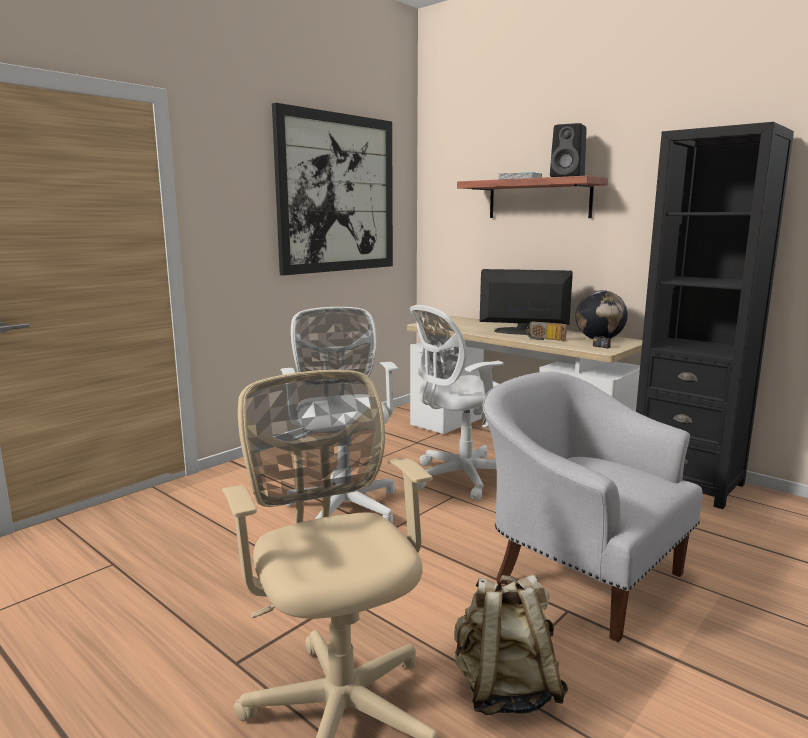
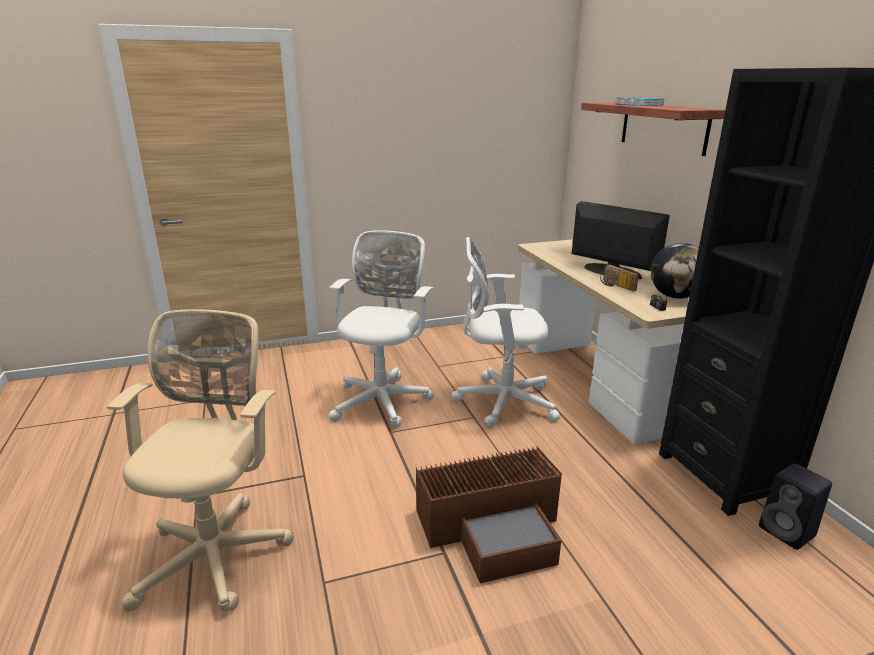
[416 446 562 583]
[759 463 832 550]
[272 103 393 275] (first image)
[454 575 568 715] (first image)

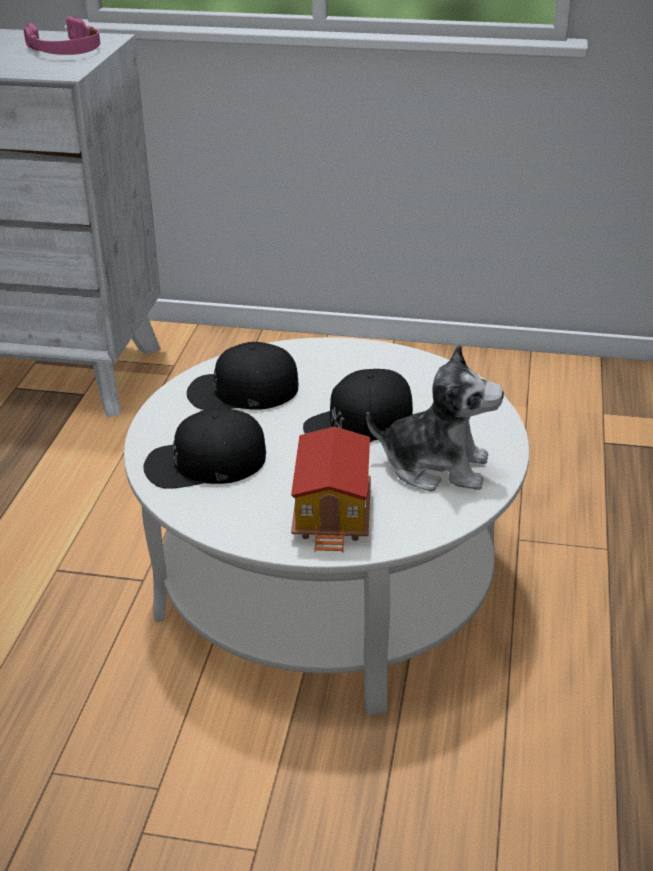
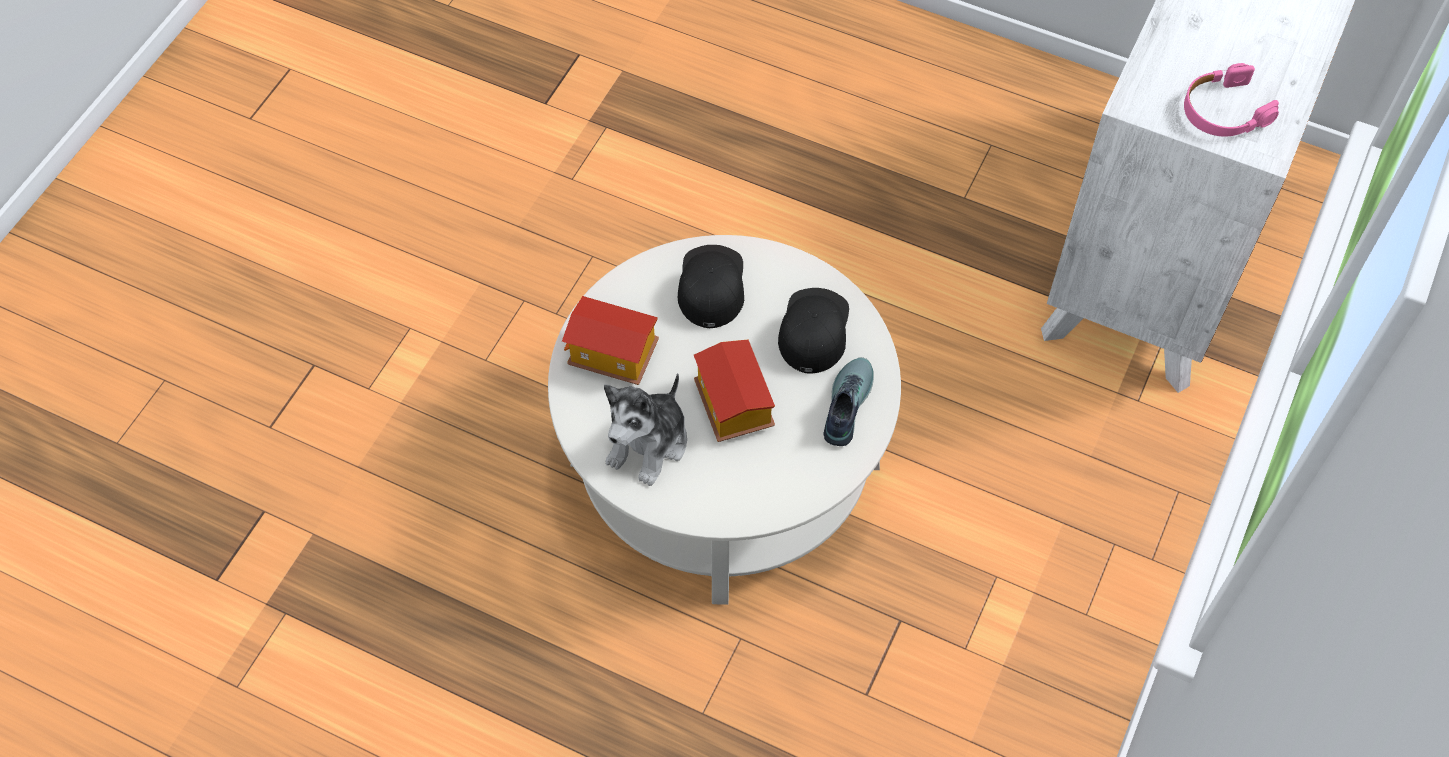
[694 339 775 442]
[823 357 874 446]

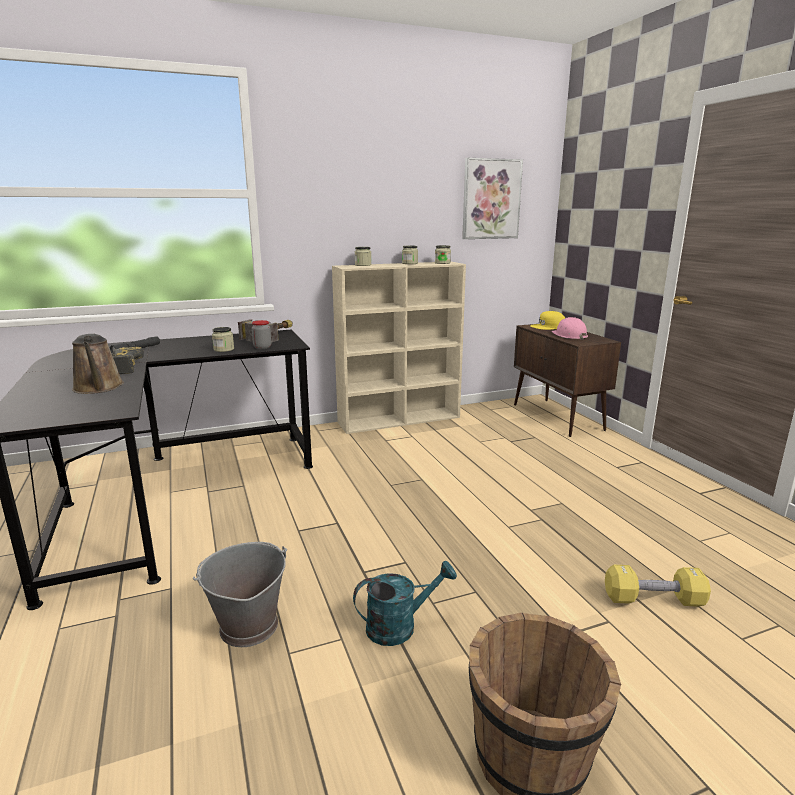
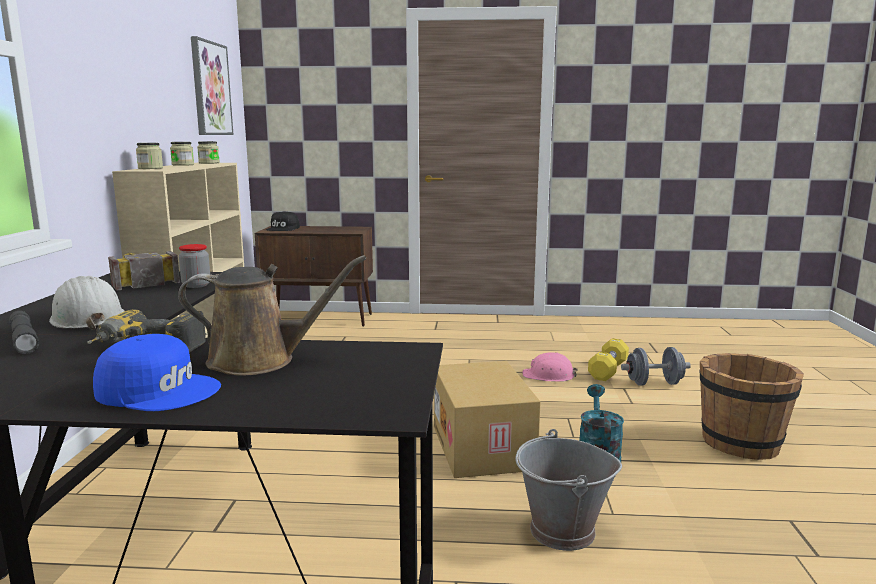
[49 276 125 330]
[93 334 221 411]
[266 211 300 231]
[434 361 540 478]
[523 352 577 382]
[621 347 691 386]
[212 327 234 352] (first image)

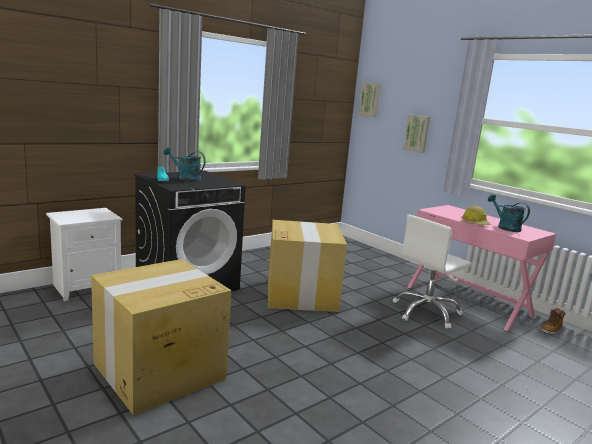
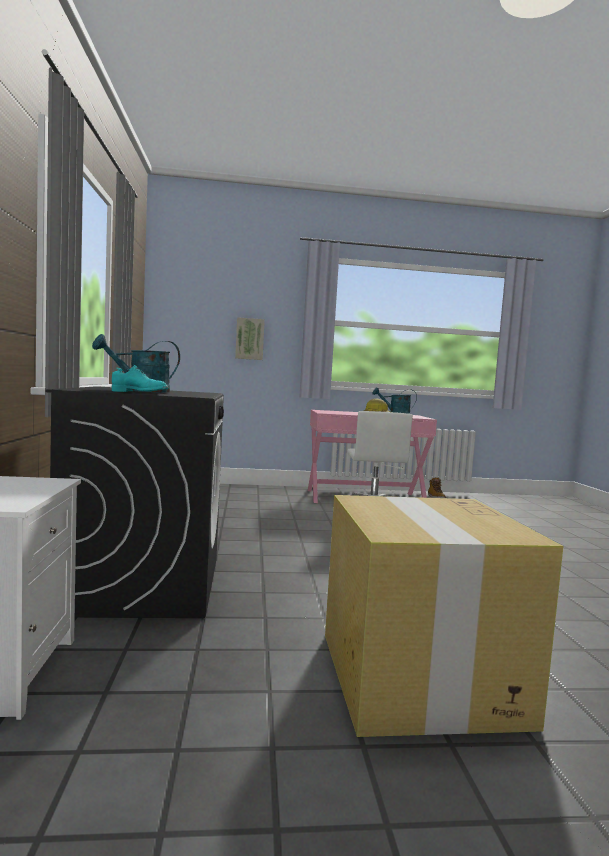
[268 220 347 312] (first image)
[359 82 381 118] (first image)

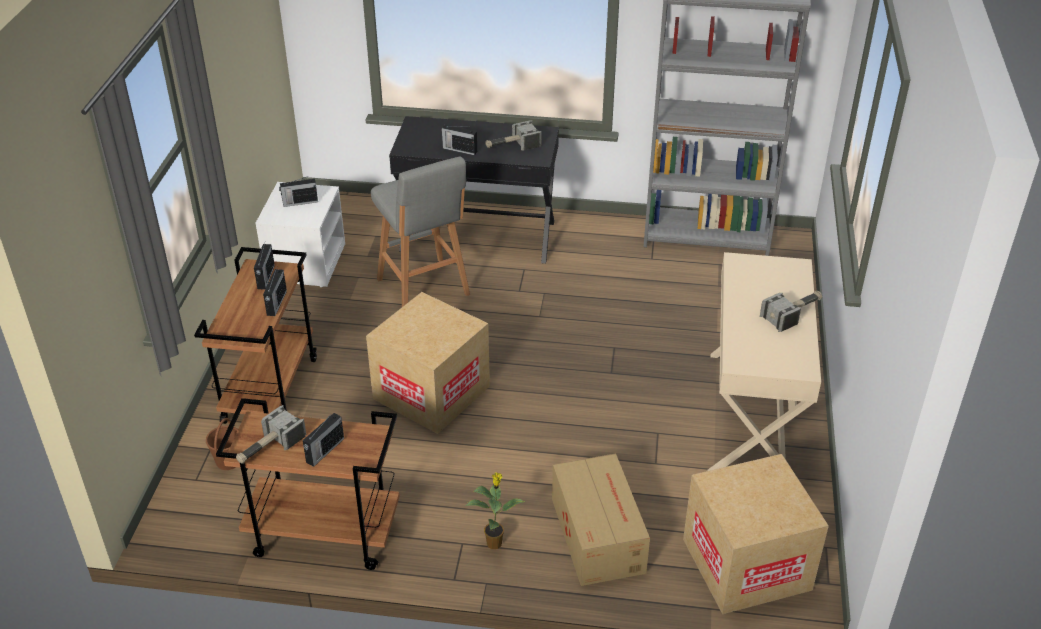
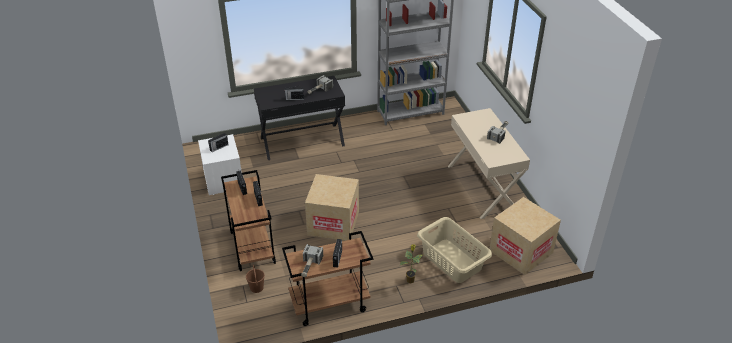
[417 217 492 283]
[371 157 470 307] (first image)

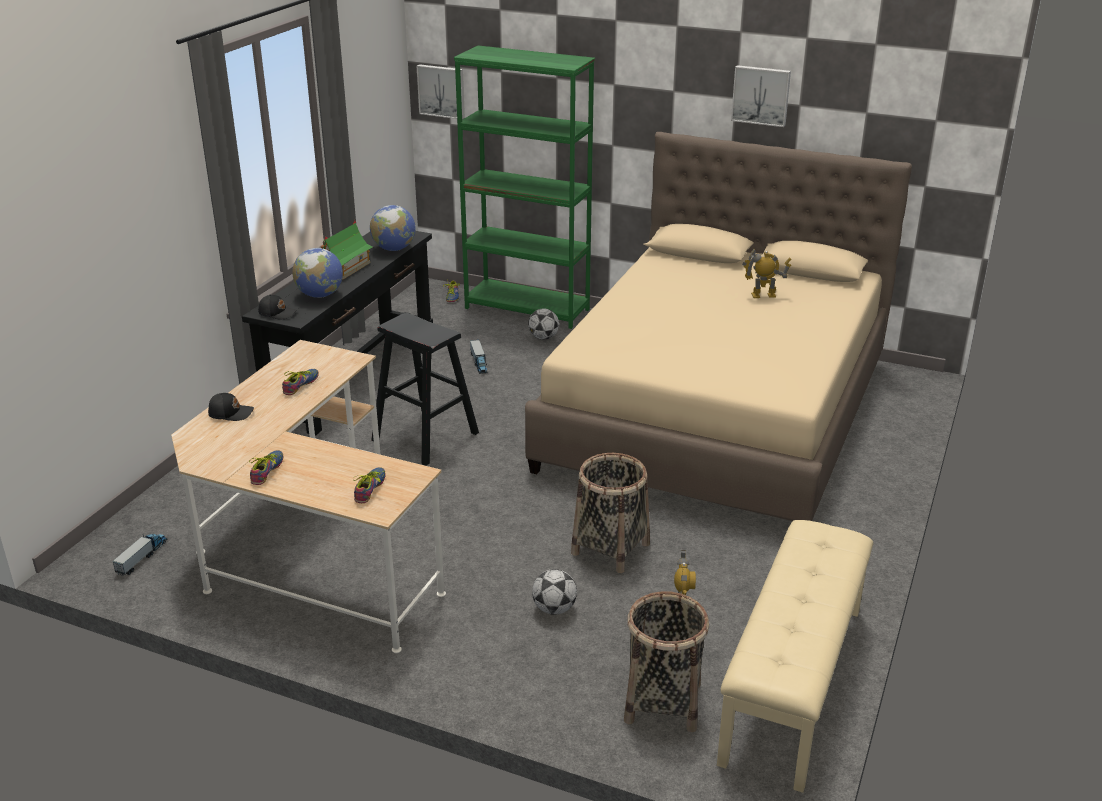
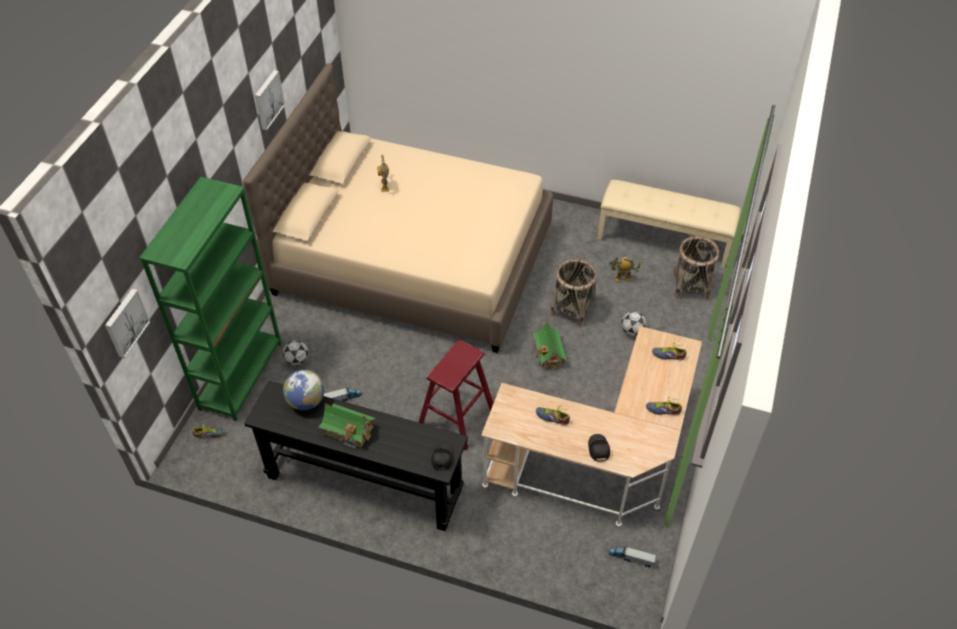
[419 340 494 451]
[533 322 569 370]
[292 248 343 298] (first image)

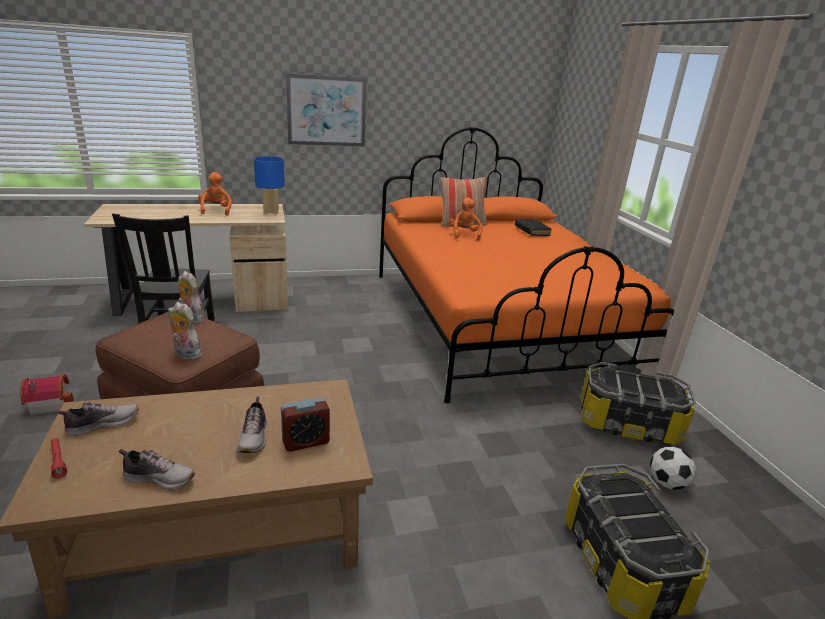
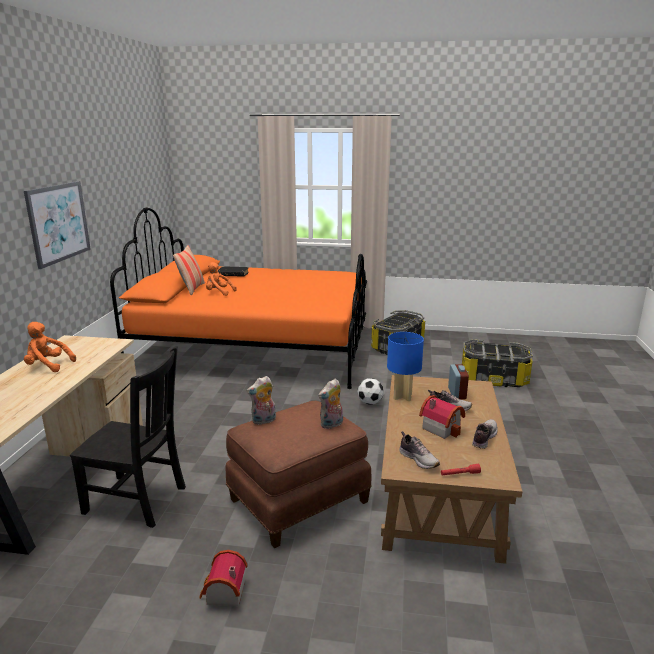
[357 378 384 405]
[387 332 424 401]
[399 431 440 469]
[419 395 465 439]

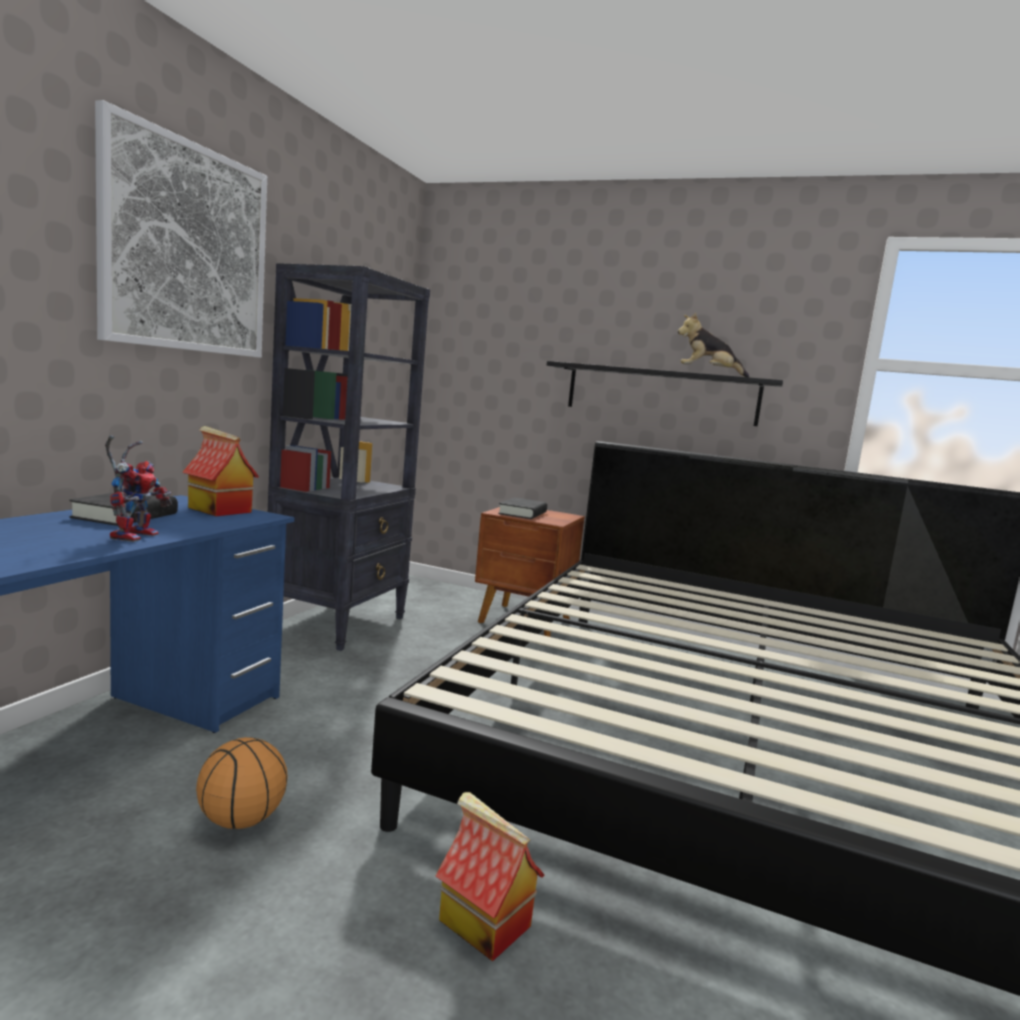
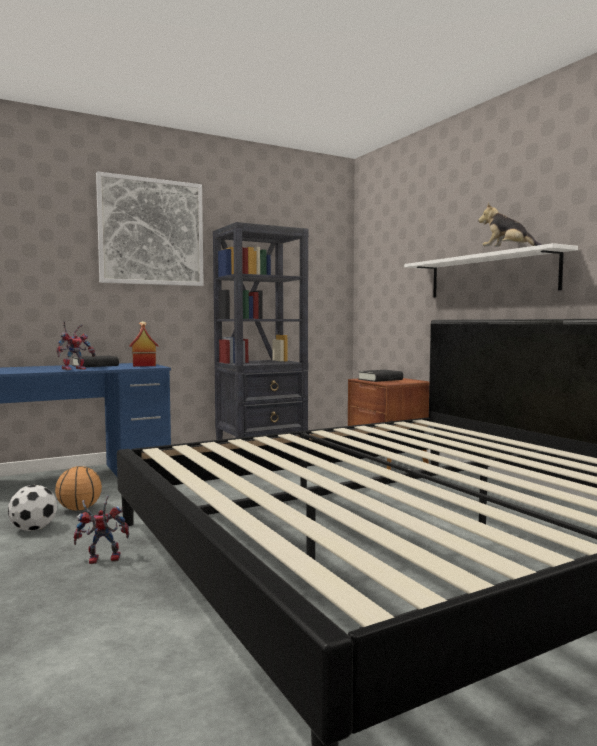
[8 485 57 531]
[73 495 129 564]
[404 243 578 297]

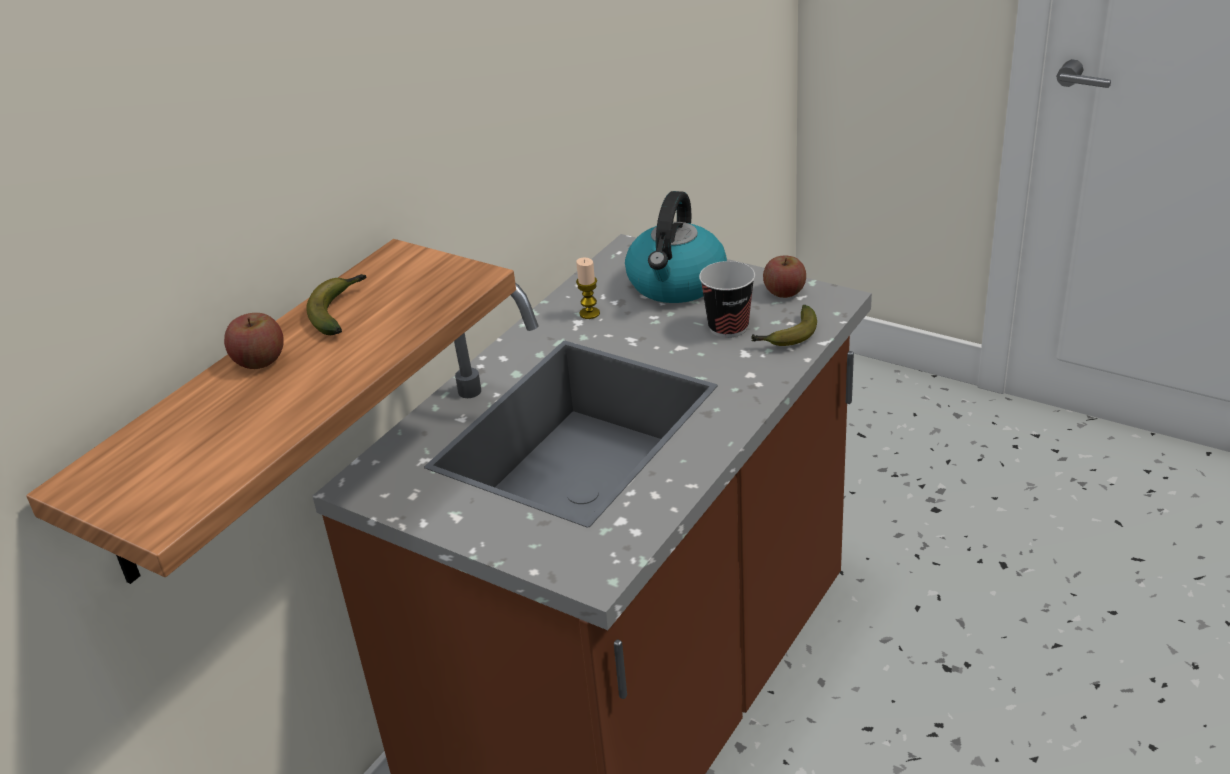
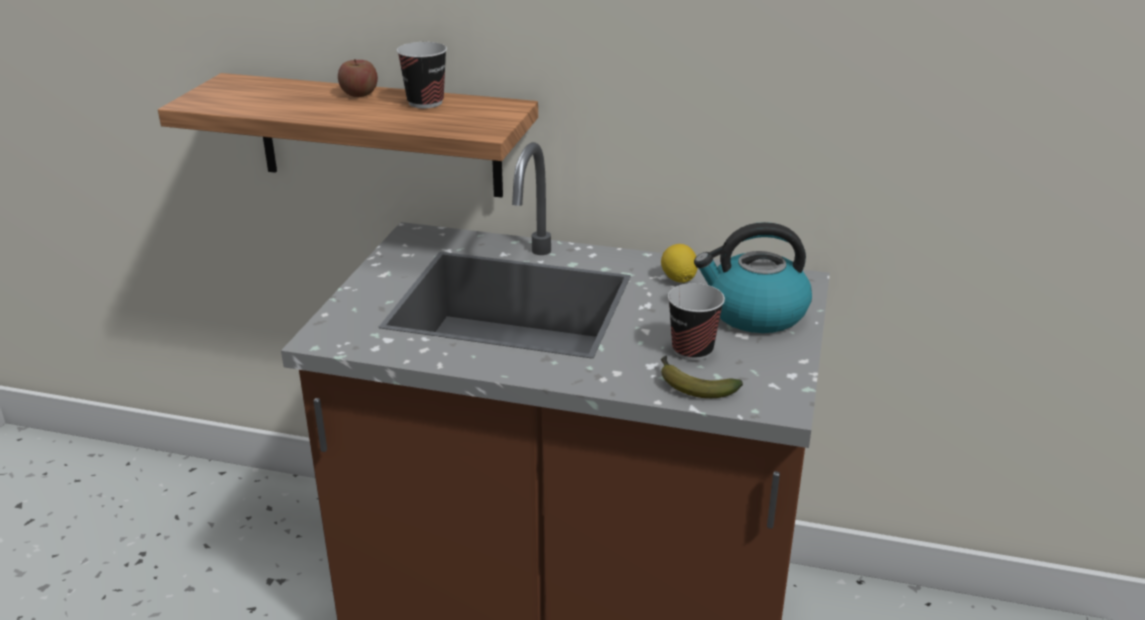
[397 42 447 108]
[661 244 698 283]
[763 256 806 298] (first image)

